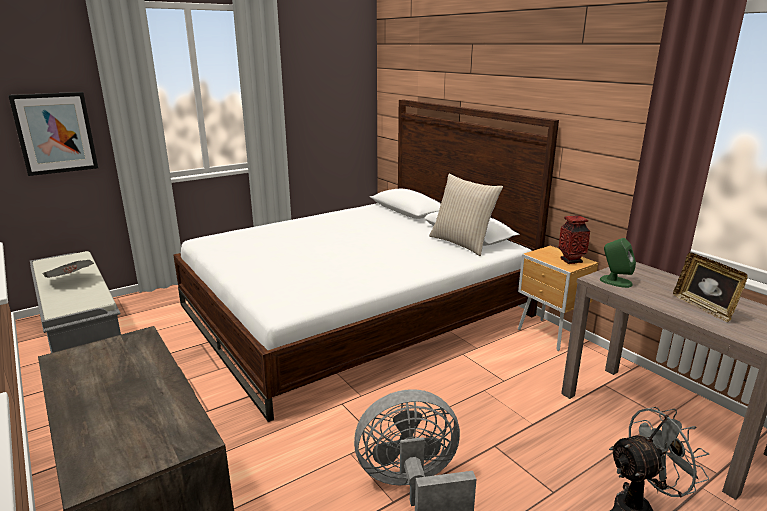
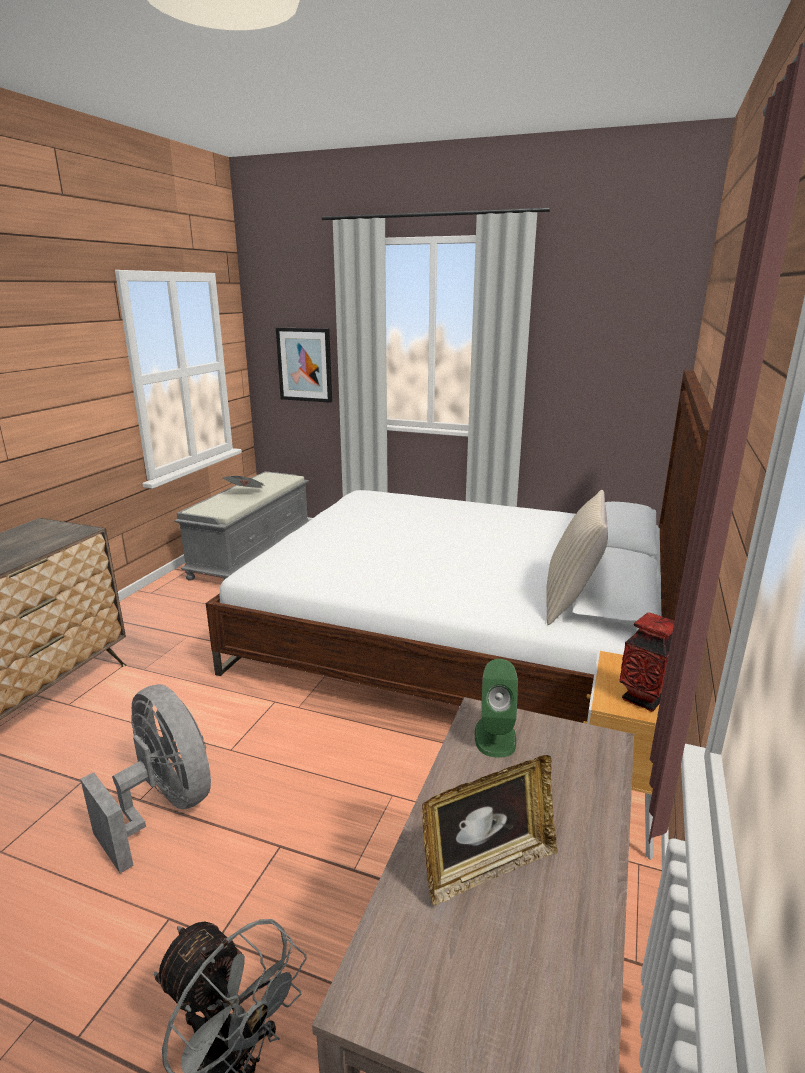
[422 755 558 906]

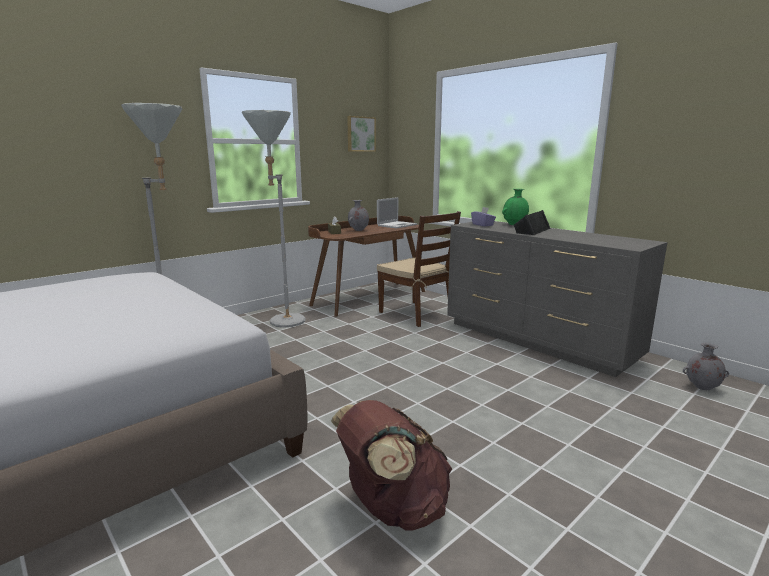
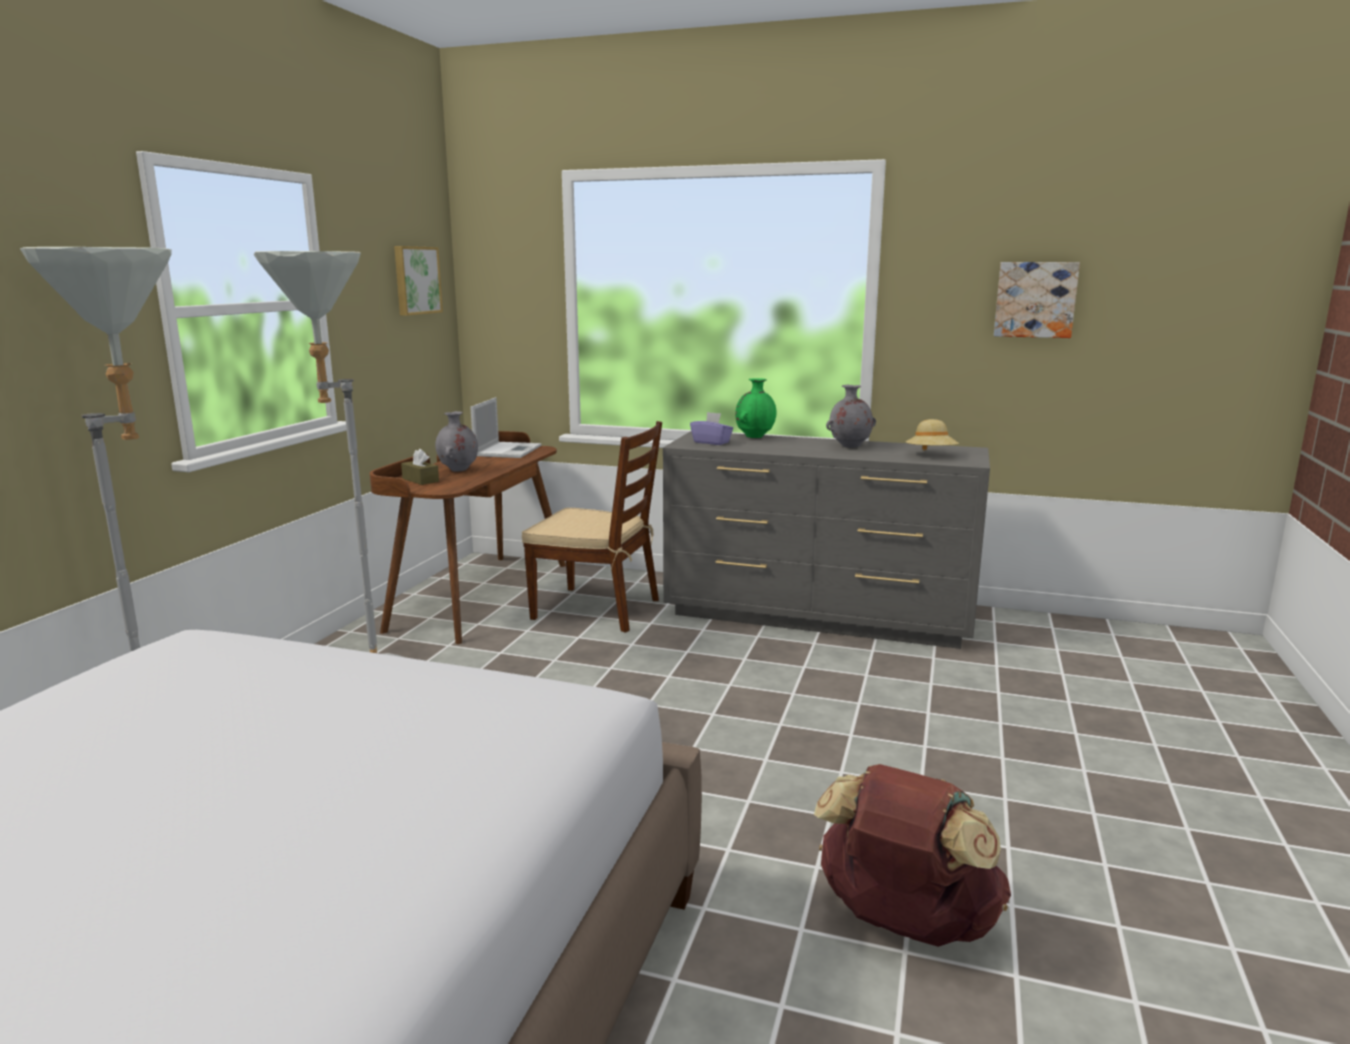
[826 385 876 448]
[906 419 959 450]
[994 262 1080 338]
[514 210 551 235] (first image)

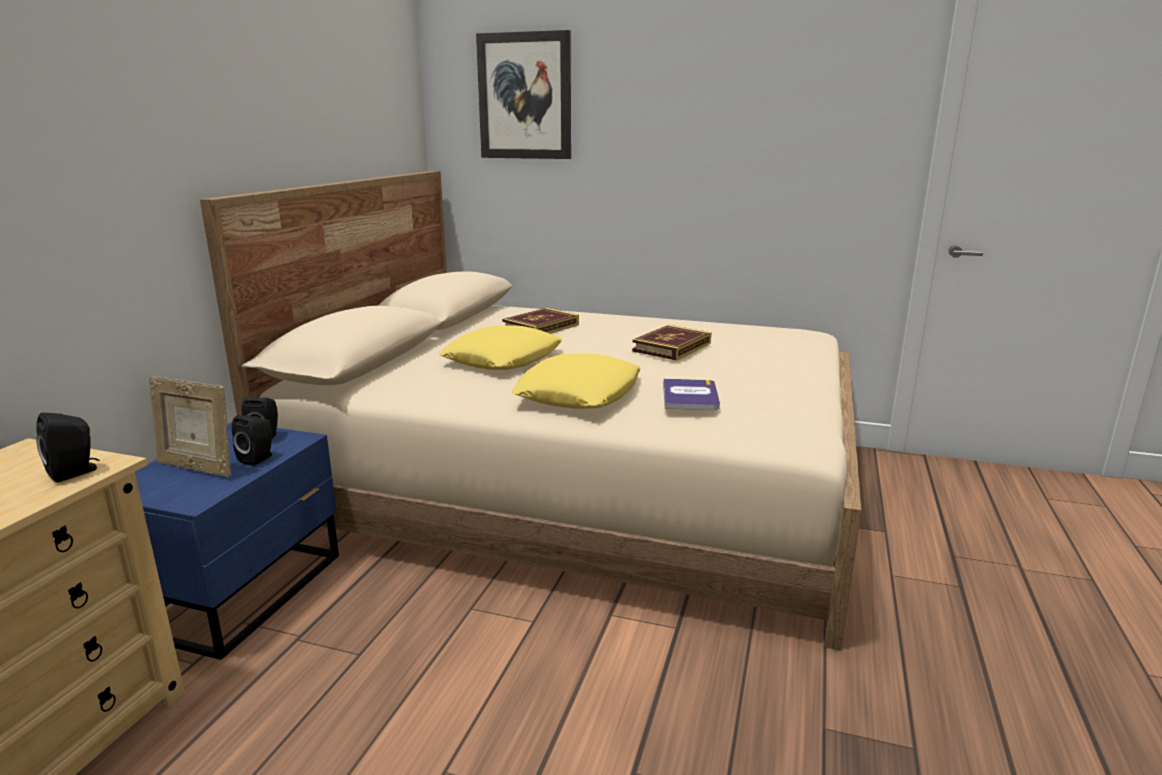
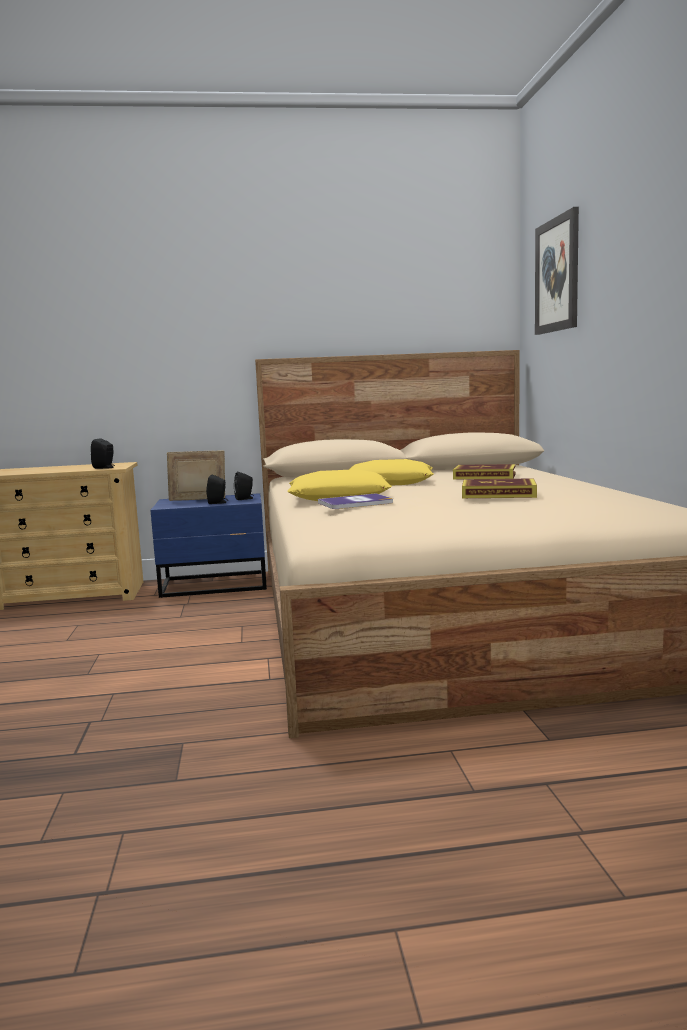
[167 450 225 501]

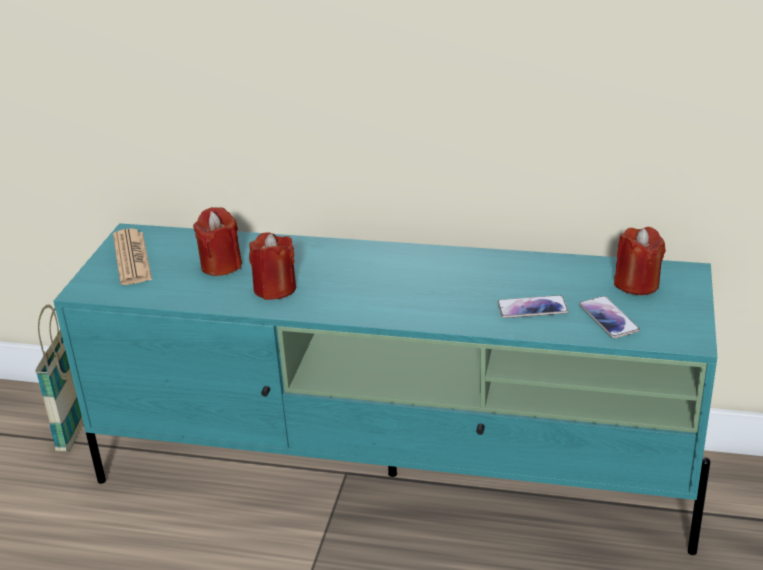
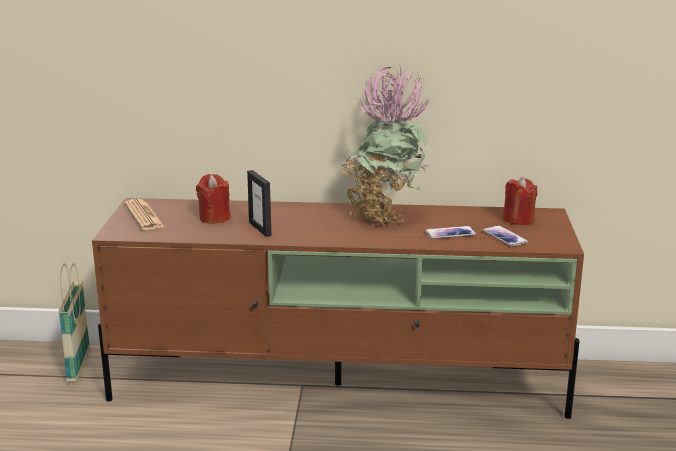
[92 198 584 419]
[247 170 272 237]
[334 67 431 227]

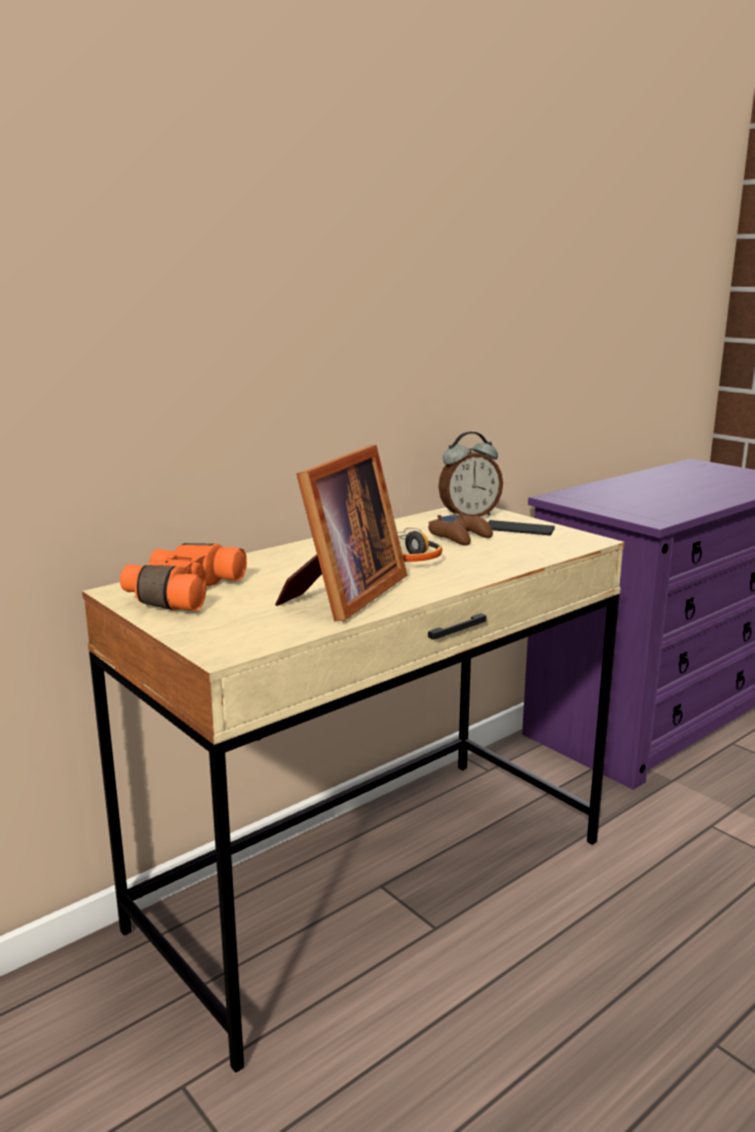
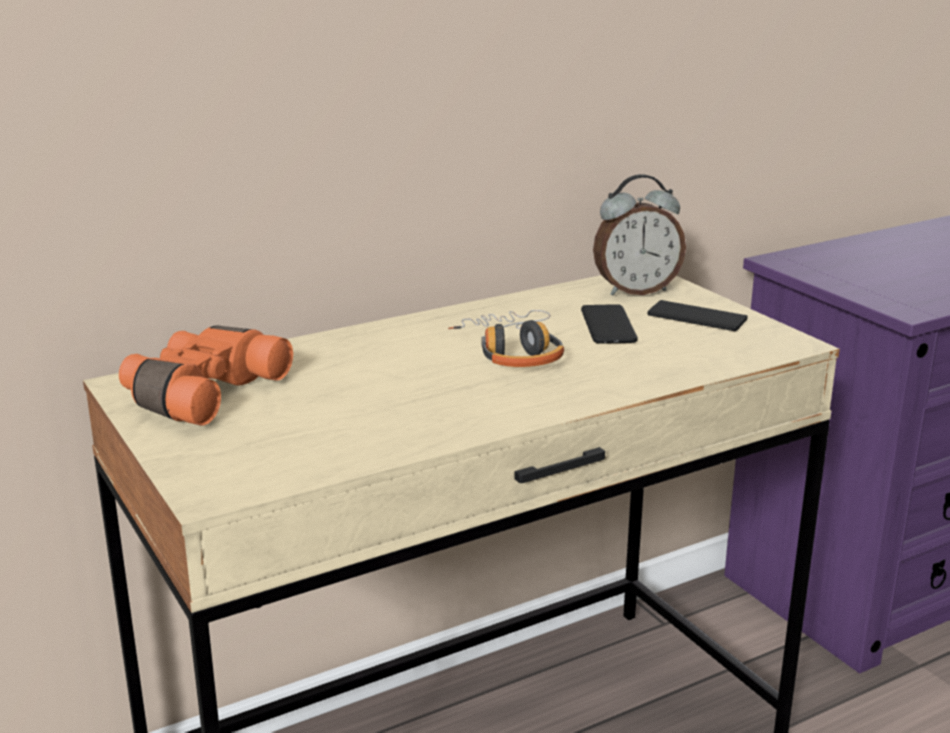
[581 304 638 344]
[275 445 407 621] (first image)

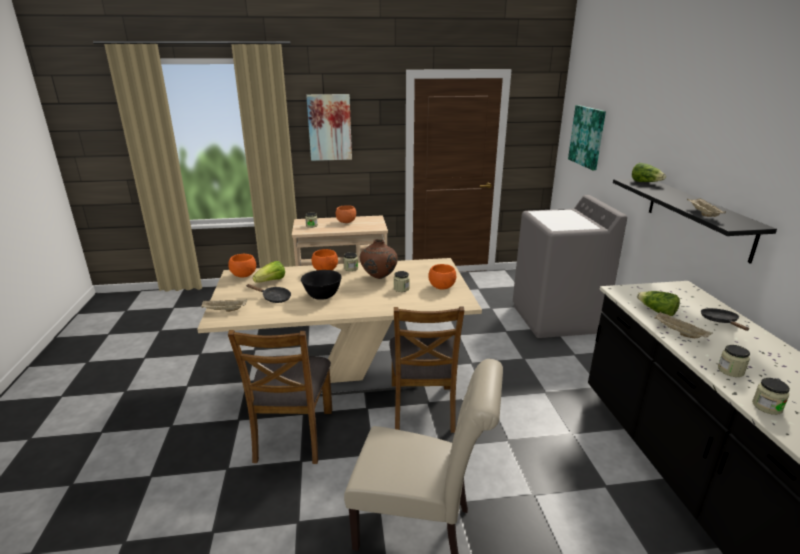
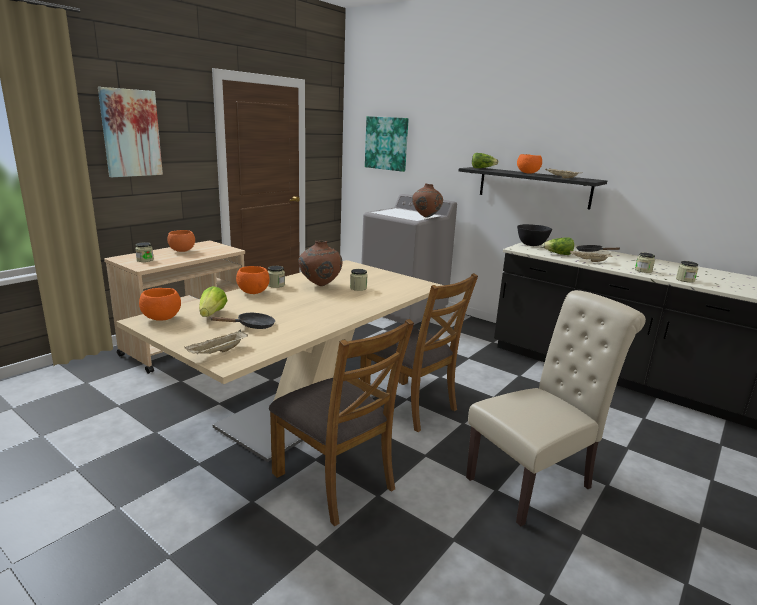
[412 184 443 218]
[517 154 542 174]
[517 224 552 246]

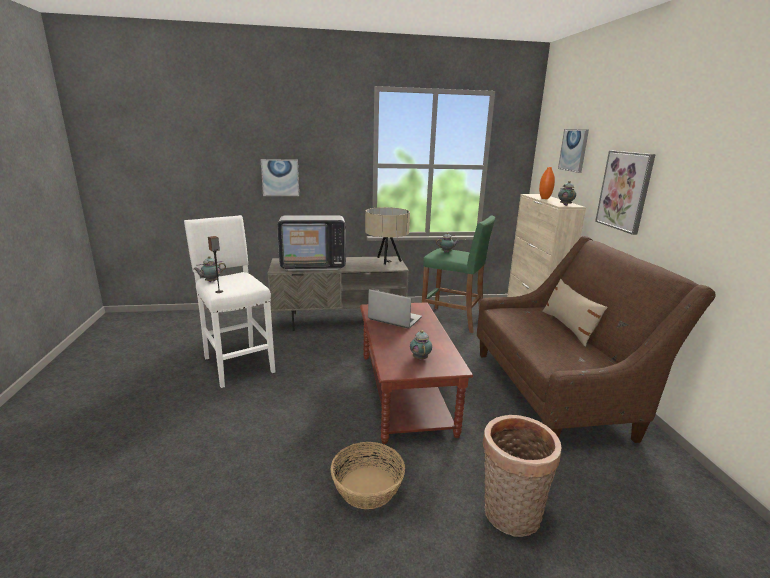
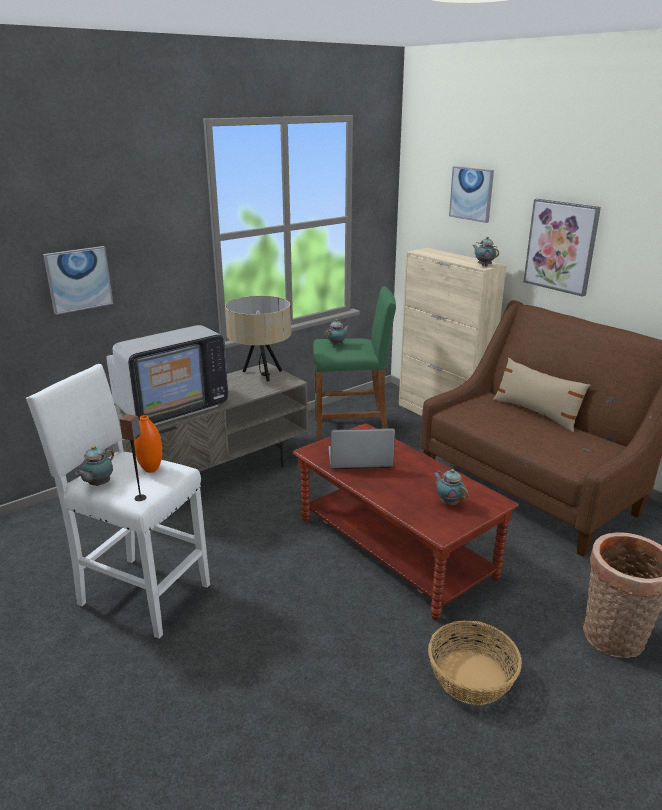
[134 415 162 473]

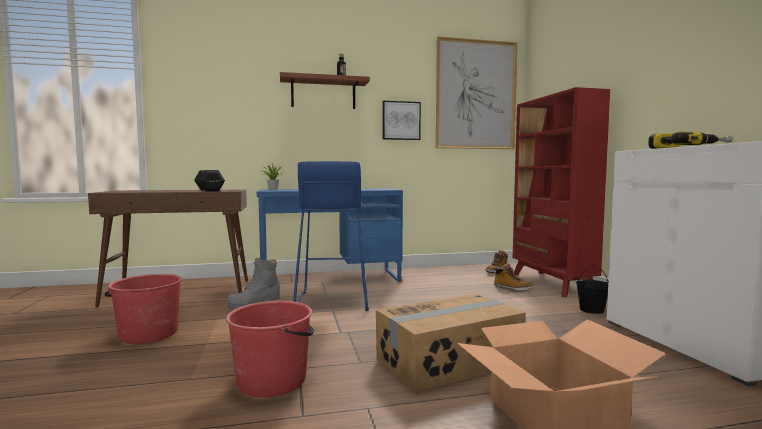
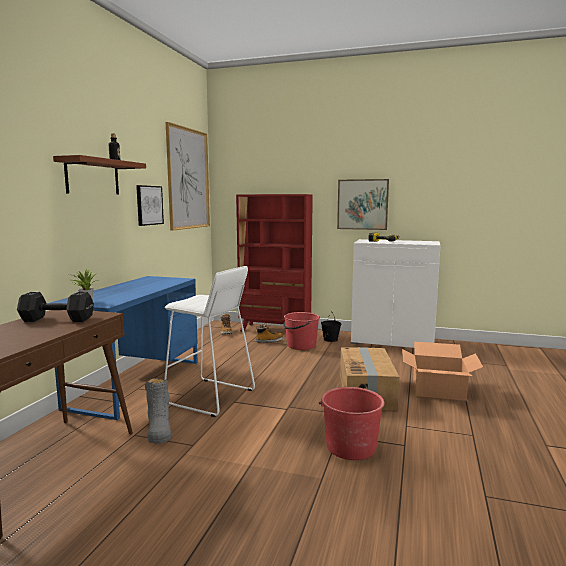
[164 266 255 417]
[283 312 320 350]
[337 179 389 230]

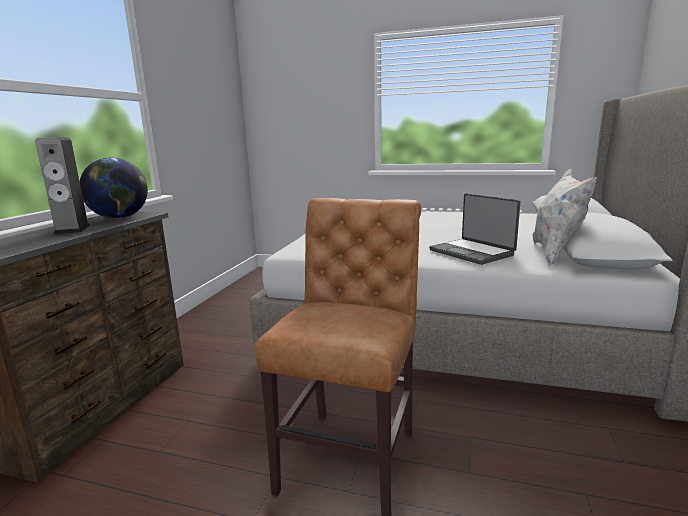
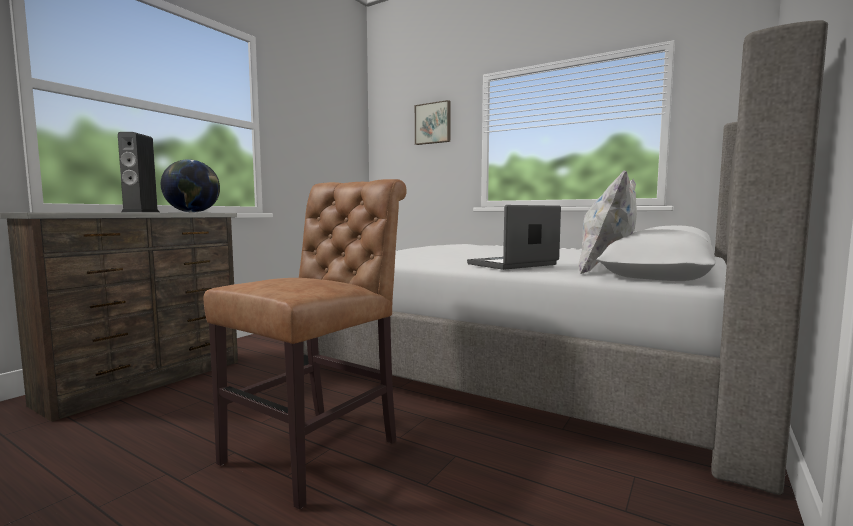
[415 100 451 145]
[467 205 561 270]

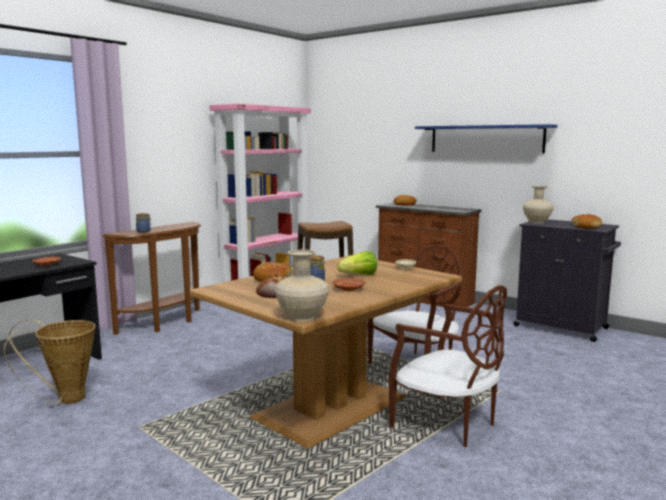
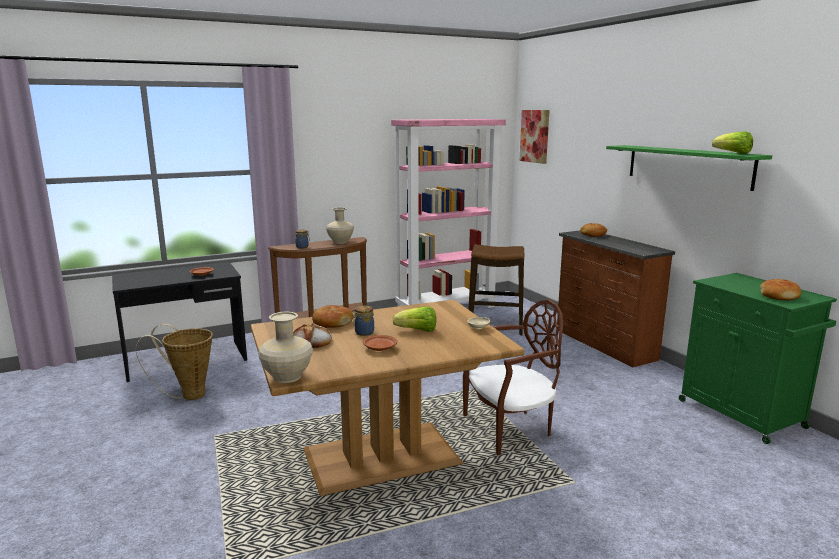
[326 208 354 244]
[519 110 550 164]
[606 145 772 191]
[679 273 837 444]
[712 131 753 154]
[389 285 507 447] (first image)

